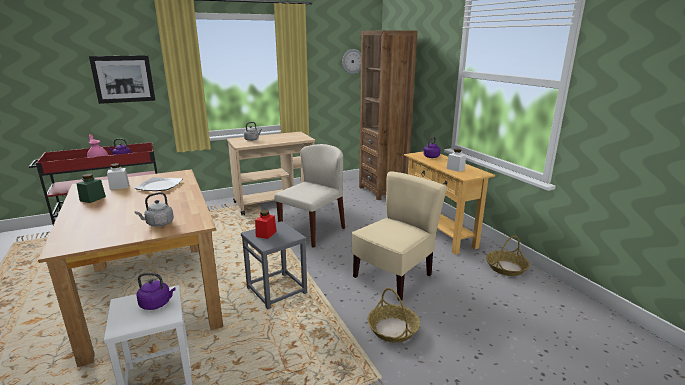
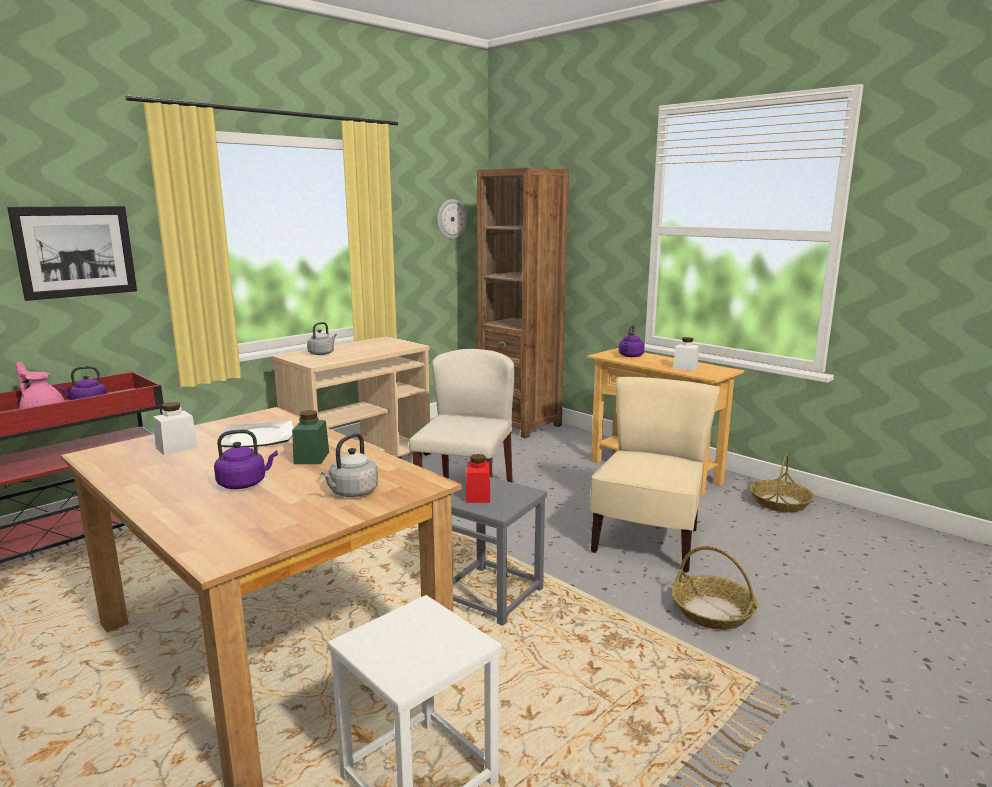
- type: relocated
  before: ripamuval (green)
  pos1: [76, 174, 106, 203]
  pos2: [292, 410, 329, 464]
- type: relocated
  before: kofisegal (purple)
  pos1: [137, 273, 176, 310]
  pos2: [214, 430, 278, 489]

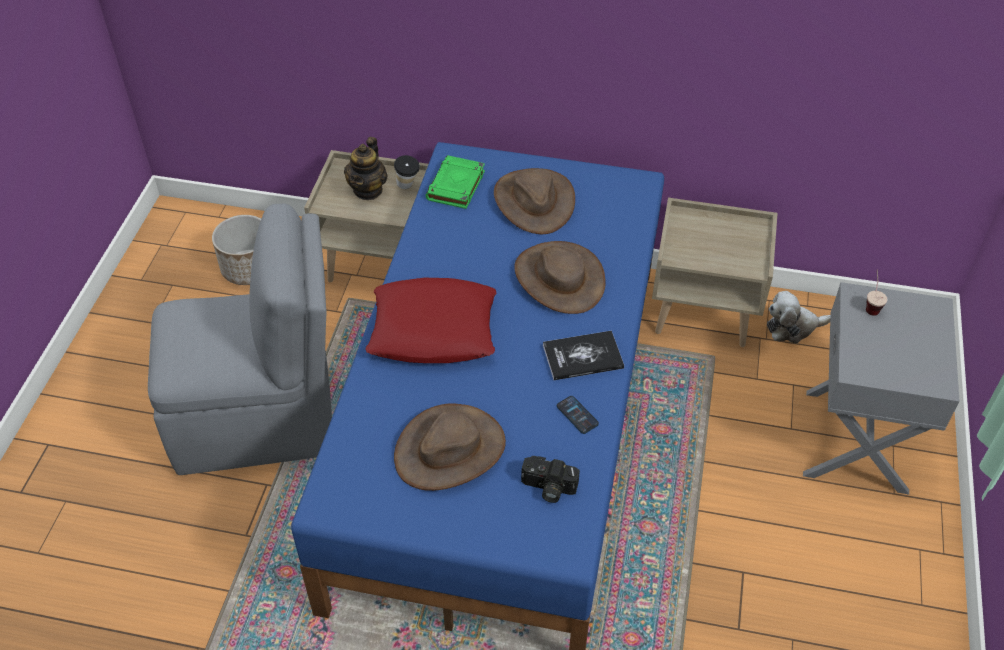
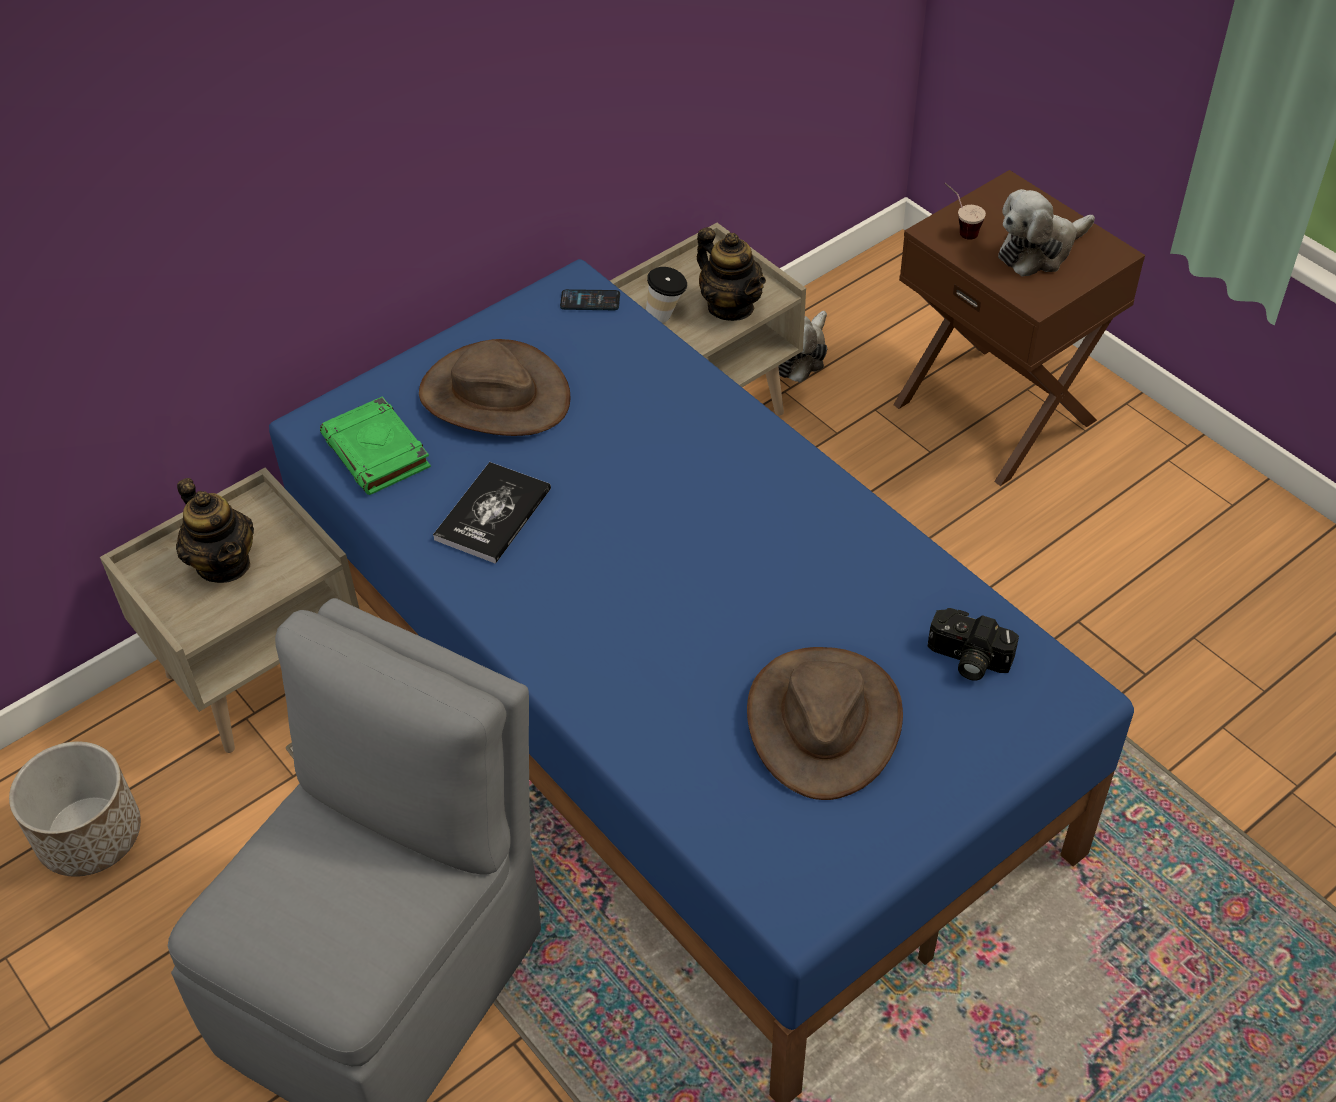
- type: missing
  before: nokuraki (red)
  pos1: [365, 278, 496, 363]
- type: relocated
  before: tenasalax
  pos1: [394, 155, 420, 189]
  pos2: [646, 267, 687, 323]
- type: missing
  before: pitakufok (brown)
  pos1: [514, 241, 606, 314]
- type: spun
  before: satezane
  pos1: [521, 456, 580, 503]
  pos2: [928, 608, 1019, 681]
  turn: 60
- type: relocated
  before: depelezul
  pos1: [543, 330, 624, 380]
  pos2: [433, 462, 551, 564]
- type: relocated
  before: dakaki
  pos1: [557, 396, 599, 434]
  pos2: [560, 289, 620, 310]
- type: colour
  before: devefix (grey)
  after: devefix (brown)
  pos1: [803, 282, 959, 494]
  pos2: [893, 170, 1145, 486]
- type: appeared
  after: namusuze
  pos2: [697, 227, 766, 321]
- type: appeared
  after: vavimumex
  pos2: [998, 189, 1095, 277]

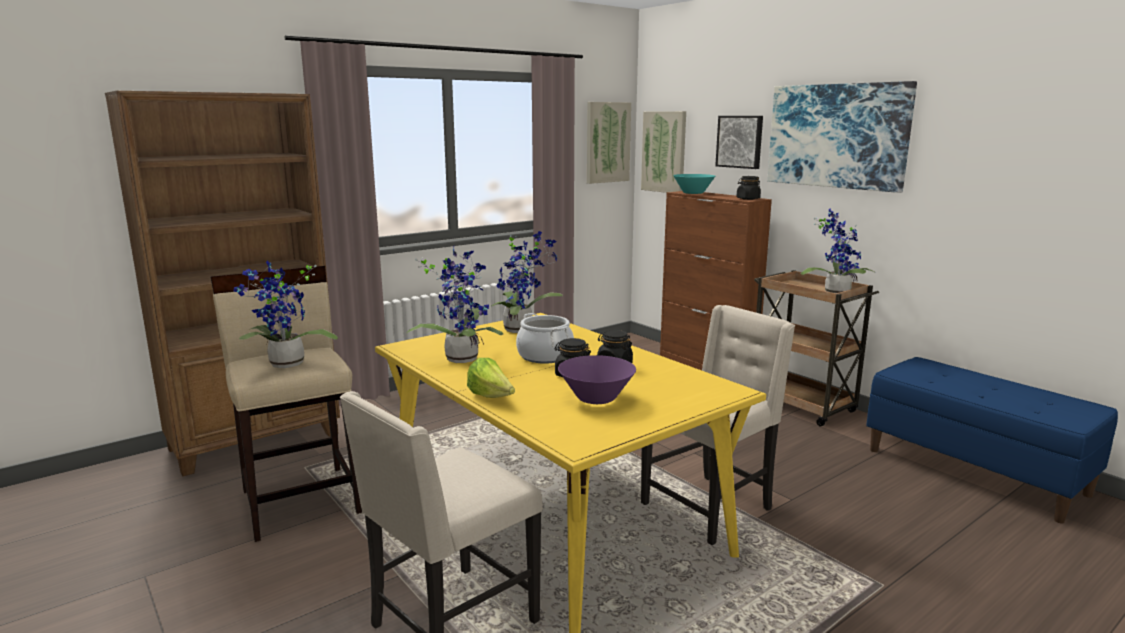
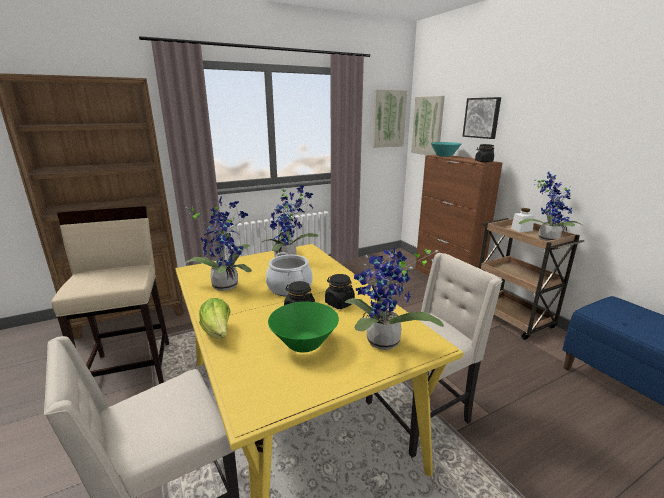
- type: relocated
  before: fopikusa
  pos1: [234, 260, 338, 368]
  pos2: [345, 248, 444, 350]
- type: colour
  before: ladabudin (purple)
  after: ladabudin (green)
  pos1: [558, 355, 636, 404]
  pos2: [268, 302, 339, 352]
- type: missing
  before: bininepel
  pos1: [767, 81, 917, 193]
- type: appeared
  after: ripamuval (white)
  pos2: [511, 208, 535, 232]

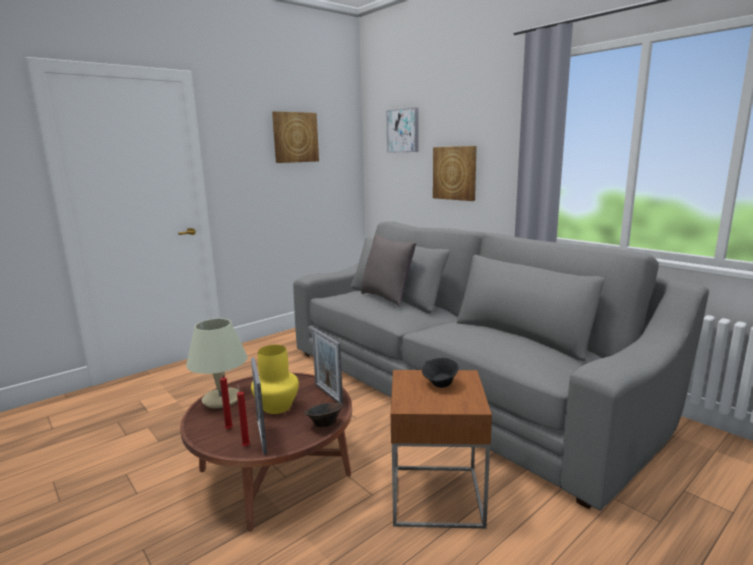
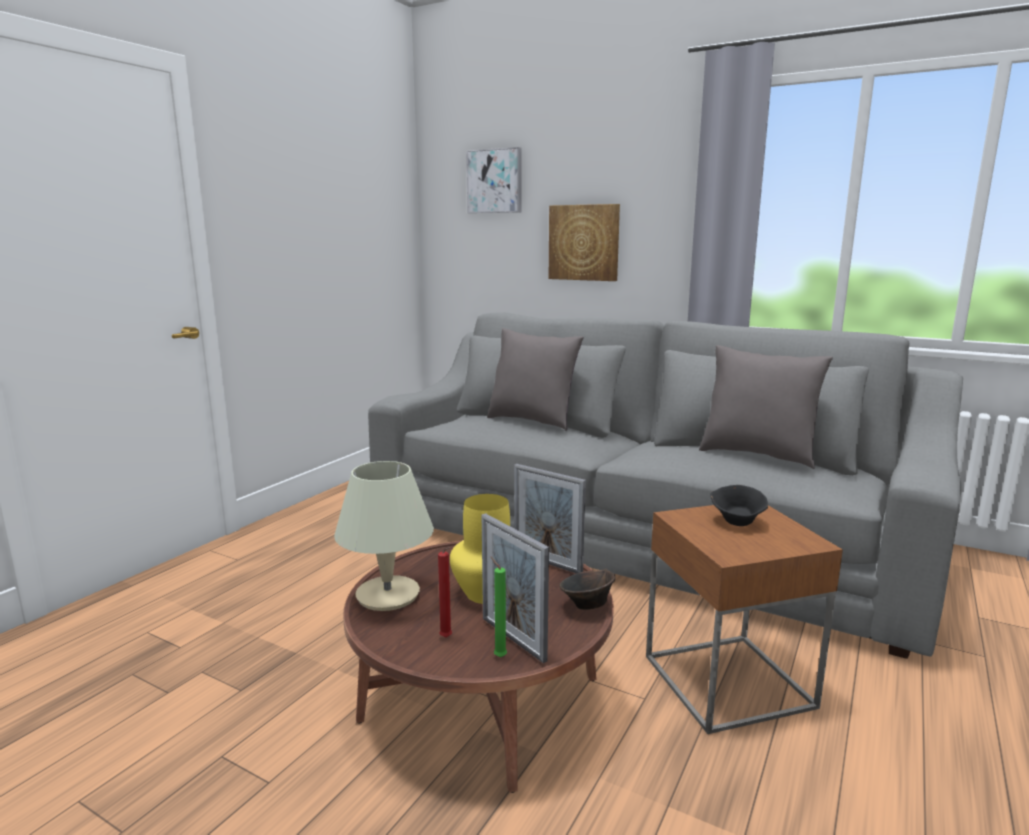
- type: colour
  before: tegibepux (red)
  after: tegibepux (green)
  pos1: [237, 384, 250, 447]
  pos2: [491, 557, 507, 657]
- type: missing
  before: bininepel
  pos1: [272, 111, 319, 163]
- type: appeared
  after: nokuraki (grey)
  pos2: [699, 345, 833, 469]

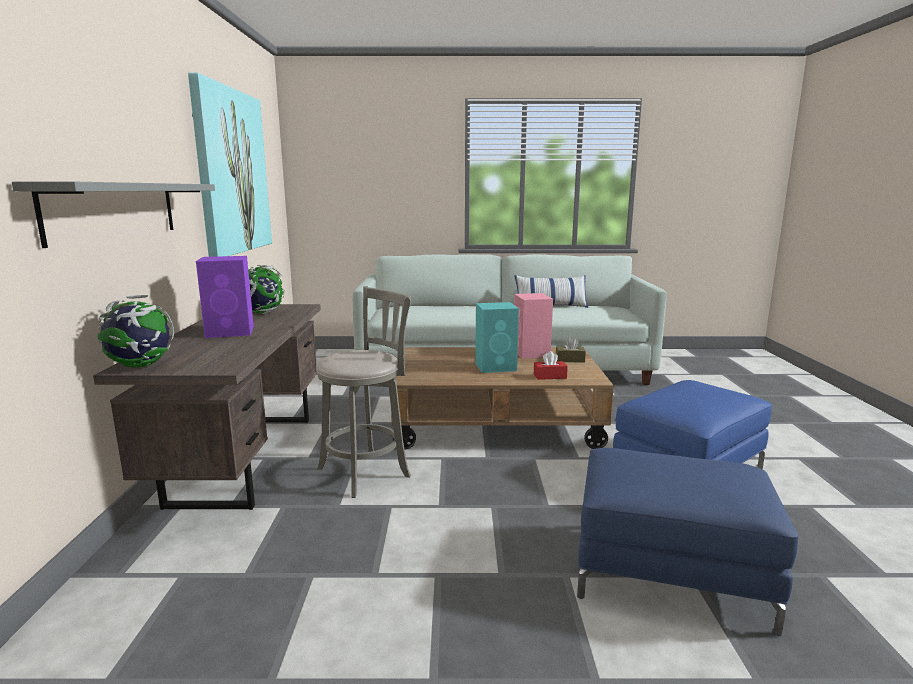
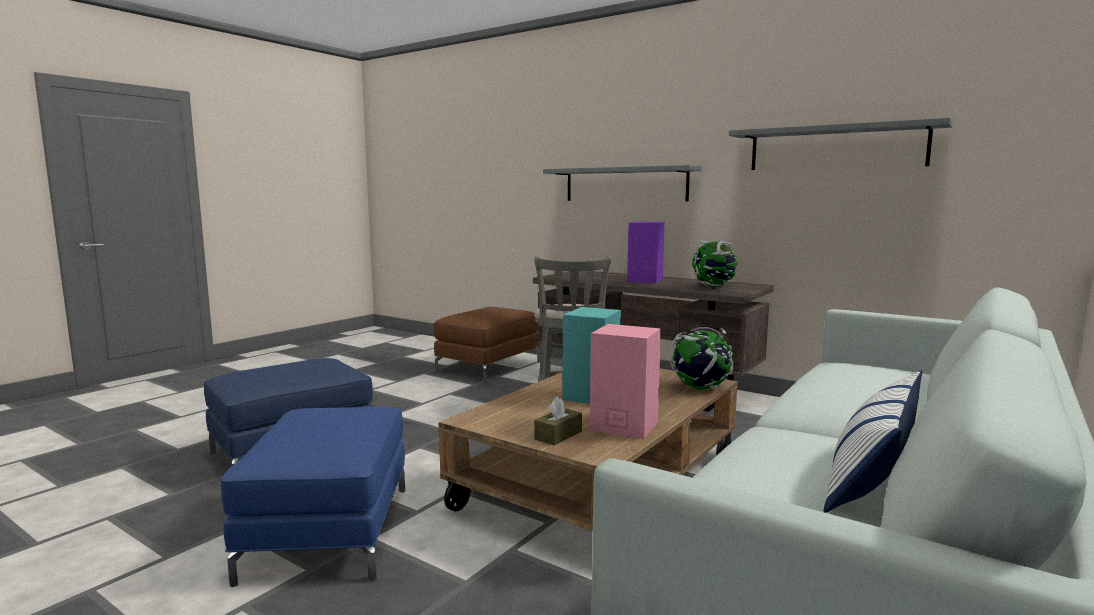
- type: relocated
  before: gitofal
  pos1: [97, 295, 174, 367]
  pos2: [669, 327, 733, 390]
- type: exchanged
  before: bininepel
  after: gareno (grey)
  pos1: [188, 73, 272, 257]
  pos2: [729, 118, 953, 170]
- type: missing
  before: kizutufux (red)
  pos1: [534, 351, 568, 380]
- type: appeared
  after: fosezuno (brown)
  pos2: [434, 307, 540, 383]

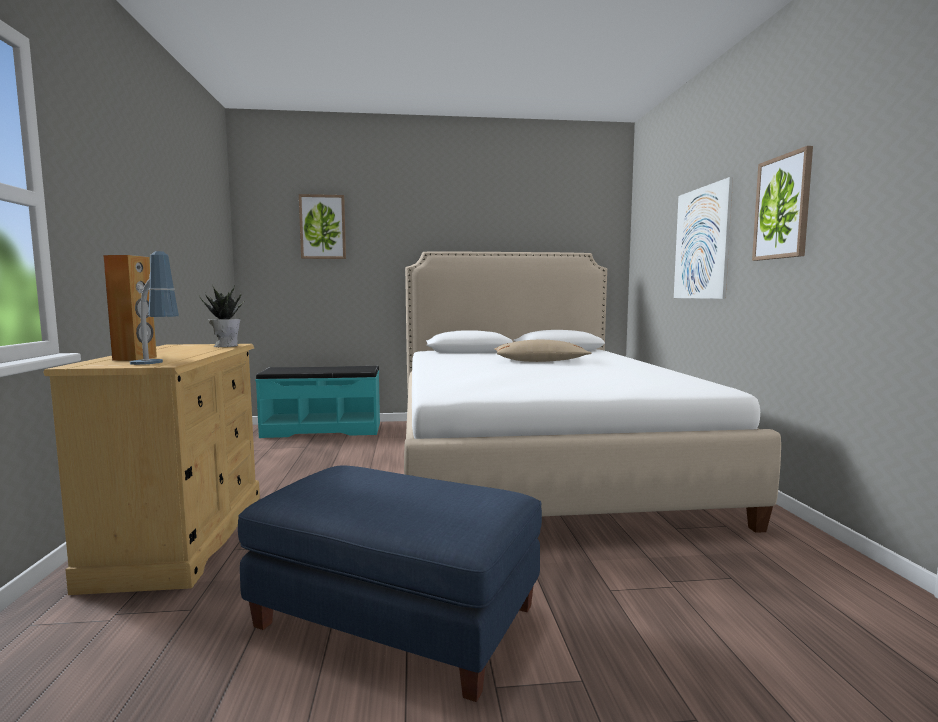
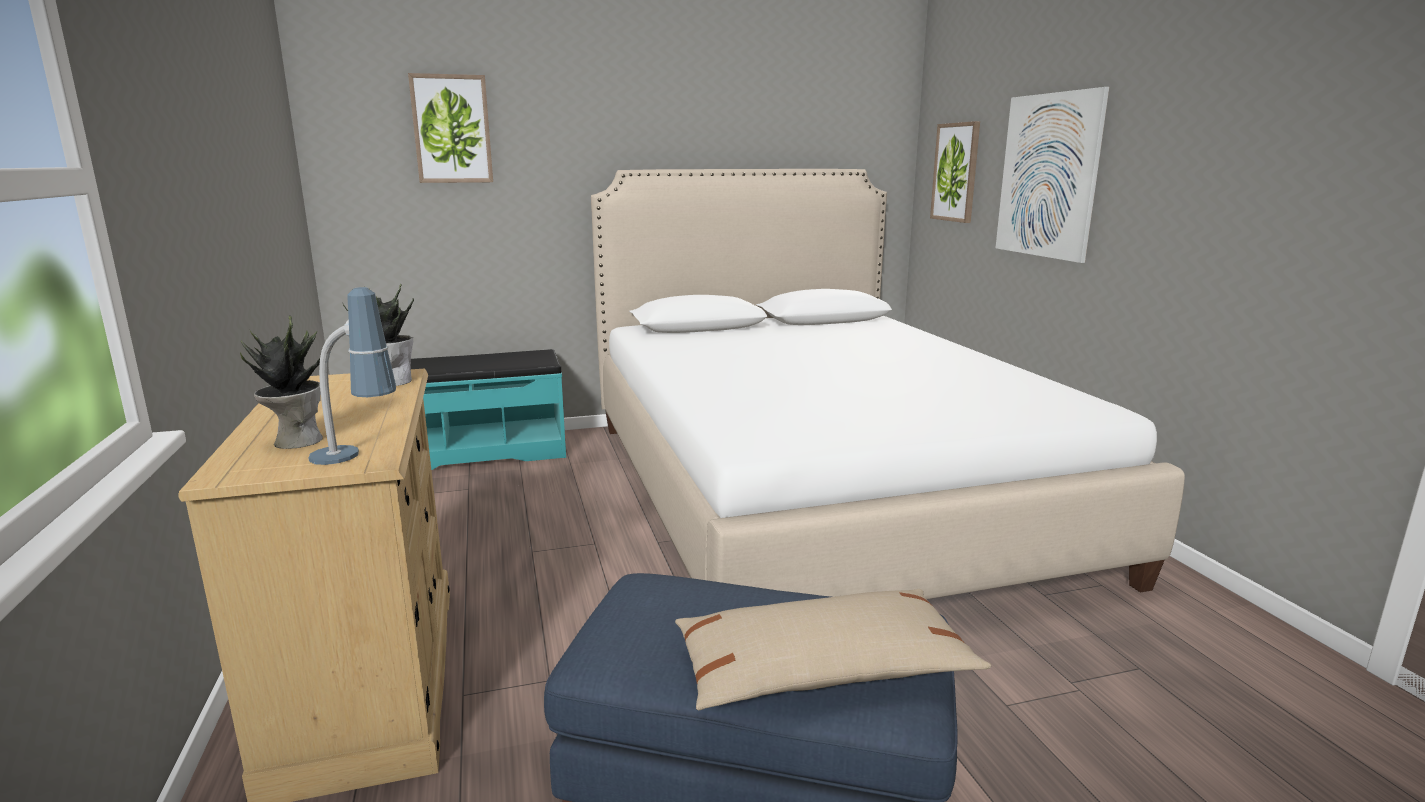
- type: exchanged
  before: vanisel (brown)
  after: fopikusa
  pos1: [103, 255, 157, 361]
  pos2: [240, 315, 323, 449]
- type: relocated
  before: nokuraki (beige)
  pos1: [494, 340, 592, 362]
  pos2: [675, 589, 991, 710]
- type: relocated
  before: bininepel
  pos1: [752, 146, 813, 261]
  pos2: [930, 121, 980, 223]

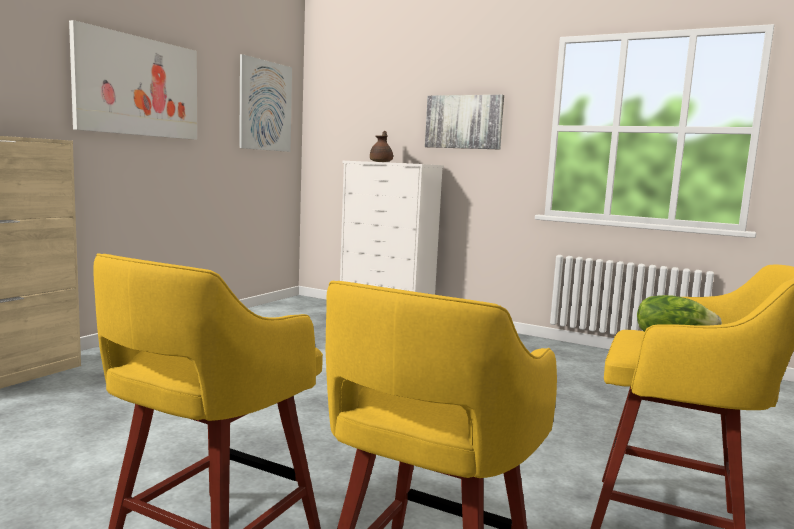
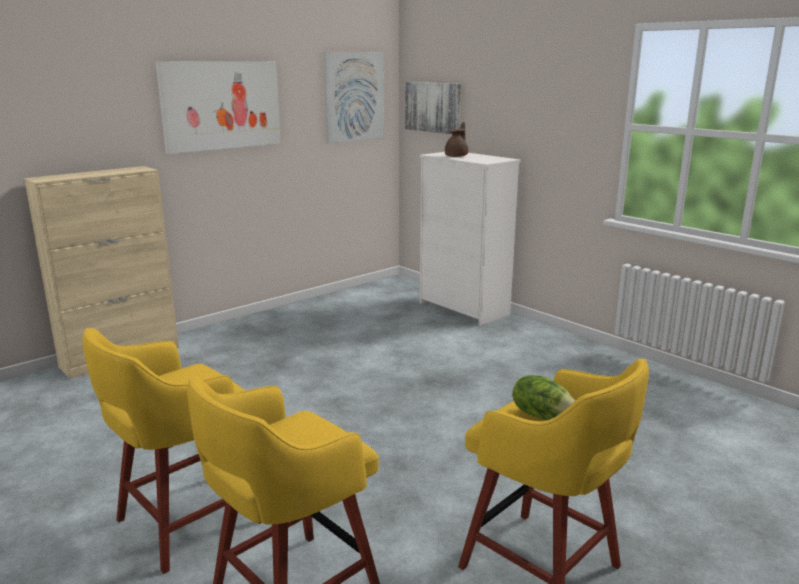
- type: relocated
  before: bininepel
  pos1: [425, 95, 504, 149]
  pos2: [405, 82, 461, 134]

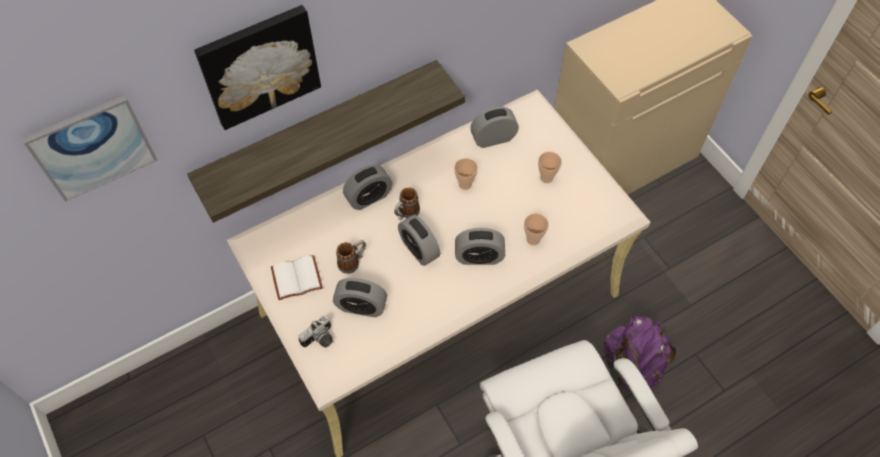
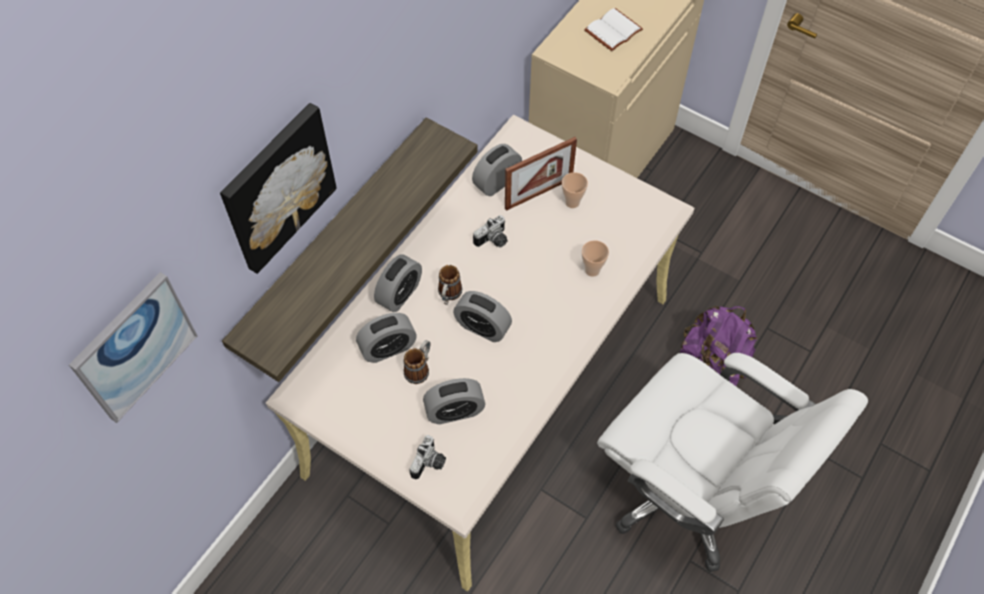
- type: relocated
  before: depelezul (white)
  pos1: [271, 255, 323, 300]
  pos2: [584, 8, 643, 51]
- type: exchanged
  before: tenasalax
  after: satezane
  pos1: [454, 158, 478, 190]
  pos2: [473, 215, 508, 247]
- type: relocated
  before: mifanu
  pos1: [455, 228, 505, 265]
  pos2: [356, 313, 417, 363]
- type: appeared
  after: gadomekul
  pos2: [505, 137, 577, 211]

